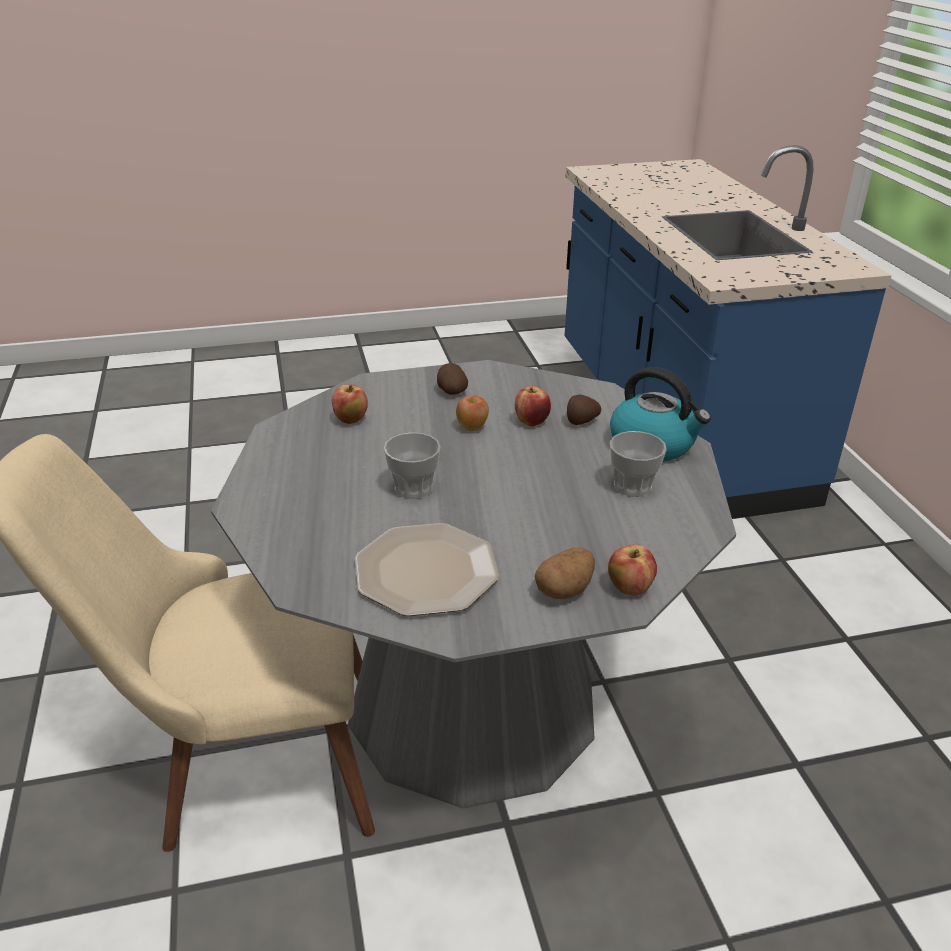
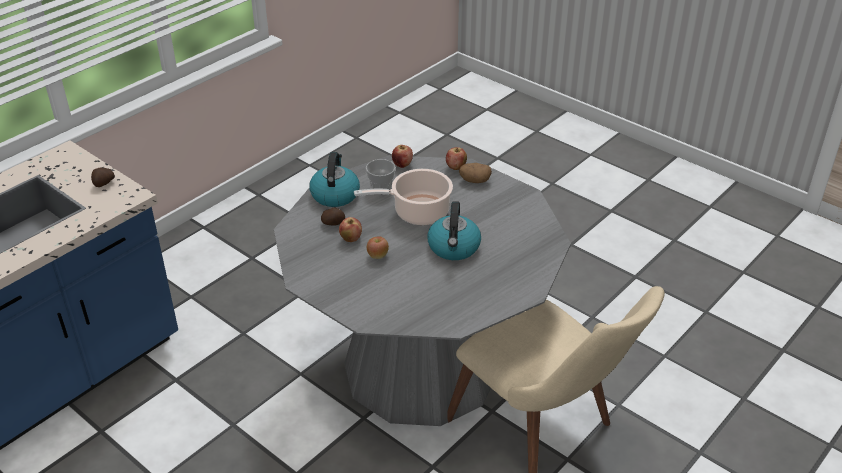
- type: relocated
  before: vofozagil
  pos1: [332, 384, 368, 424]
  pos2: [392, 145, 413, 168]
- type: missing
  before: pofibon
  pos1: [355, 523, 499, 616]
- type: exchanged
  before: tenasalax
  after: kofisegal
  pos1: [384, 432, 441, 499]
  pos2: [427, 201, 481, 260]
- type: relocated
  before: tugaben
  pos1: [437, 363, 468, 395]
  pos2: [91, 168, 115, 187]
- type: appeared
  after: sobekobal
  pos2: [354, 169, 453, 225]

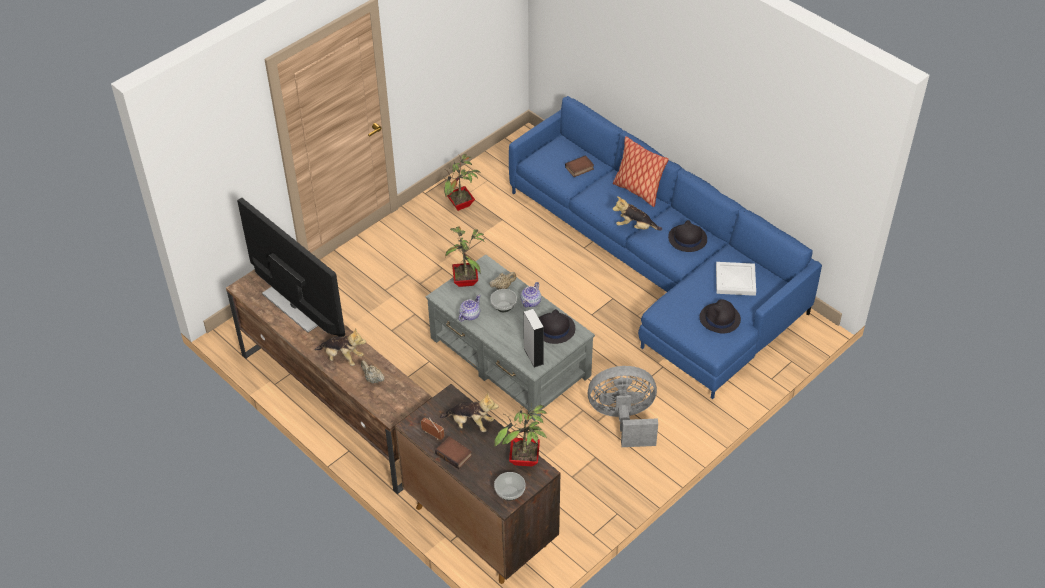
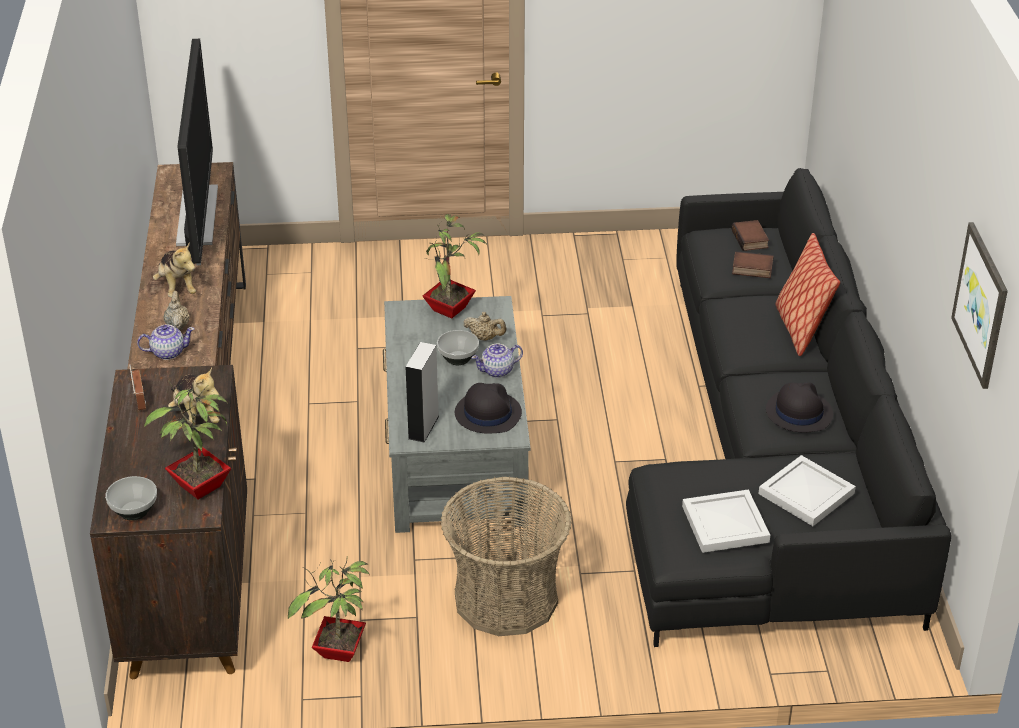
- type: relocated
  before: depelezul
  pos1: [435, 437, 472, 469]
  pos2: [731, 220, 769, 251]
- type: relocated
  before: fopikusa
  pos1: [443, 154, 481, 211]
  pos2: [288, 556, 370, 662]
- type: relocated
  before: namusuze
  pos1: [459, 295, 480, 321]
  pos2: [137, 324, 194, 360]
- type: colour
  before: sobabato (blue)
  after: sobabato (black)
  pos1: [509, 96, 822, 399]
  pos2: [626, 168, 951, 647]
- type: exchanged
  before: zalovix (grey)
  after: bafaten
  pos1: [588, 366, 658, 447]
  pos2: [441, 476, 572, 636]
- type: missing
  before: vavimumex
  pos1: [612, 196, 662, 230]
- type: exchanged
  before: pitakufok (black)
  after: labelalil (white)
  pos1: [700, 299, 741, 334]
  pos2: [682, 489, 770, 553]
- type: appeared
  after: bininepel
  pos2: [951, 222, 1008, 389]

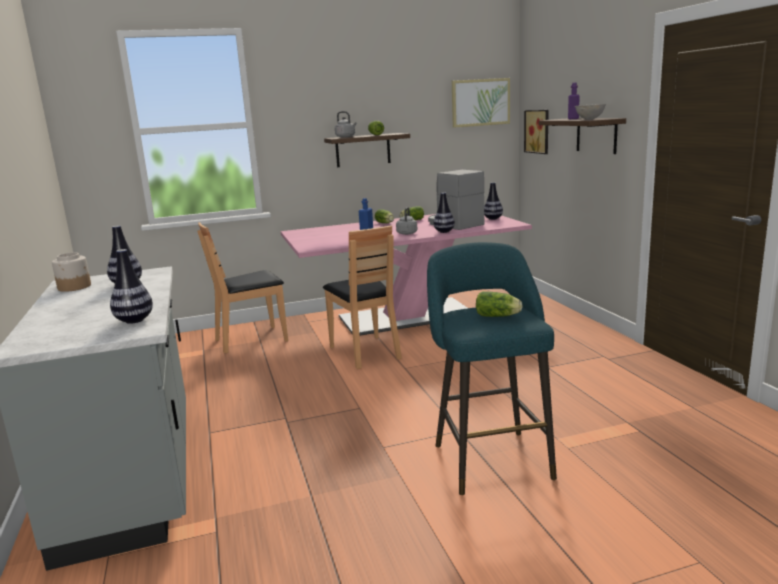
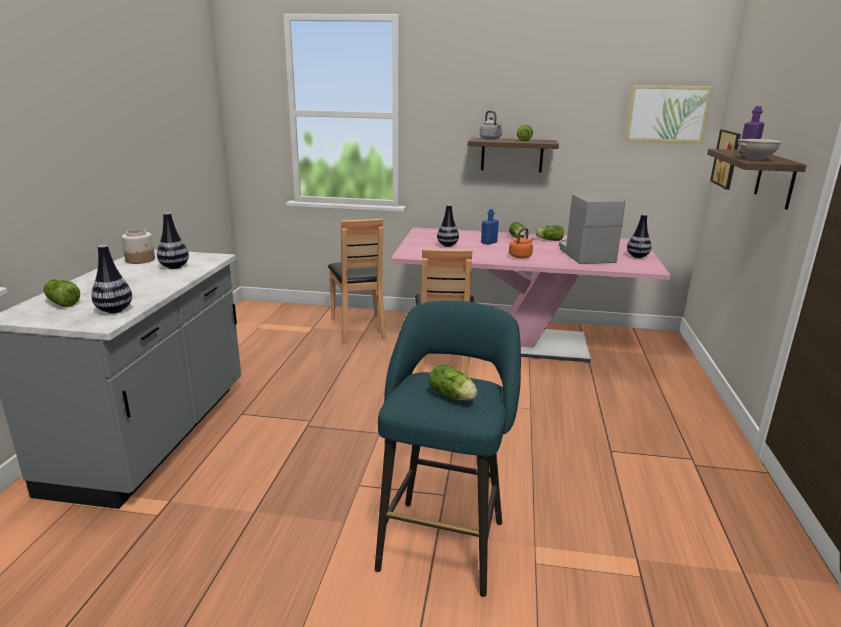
- type: spun
  before: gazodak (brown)
  pos1: [197, 222, 288, 353]
  pos2: [328, 219, 386, 343]
  turn: -105
- type: colour
  before: kofisegal (grey)
  after: kofisegal (orange)
  pos1: [396, 207, 417, 235]
  pos2: [509, 228, 533, 258]
- type: relocated
  before: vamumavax
  pos1: [433, 192, 455, 233]
  pos2: [437, 205, 459, 247]
- type: appeared
  after: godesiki
  pos2: [44, 279, 80, 307]

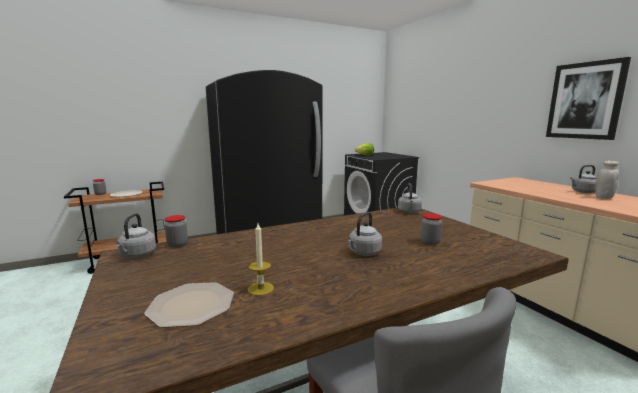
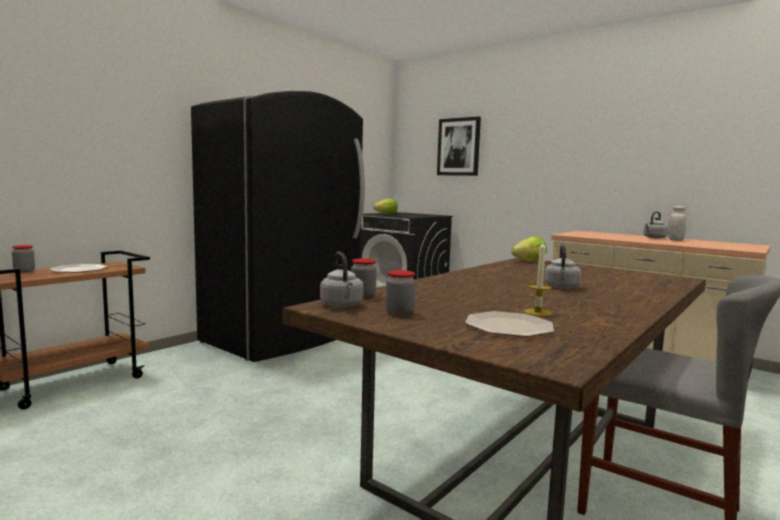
- type: exchanged
  before: kofisegal (grey)
  after: godesiki
  pos1: [398, 183, 422, 213]
  pos2: [511, 236, 547, 261]
- type: relocated
  before: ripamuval
  pos1: [421, 213, 442, 245]
  pos2: [386, 270, 416, 316]
- type: relocated
  before: bininepel
  pos1: [546, 57, 631, 140]
  pos2: [437, 117, 481, 176]

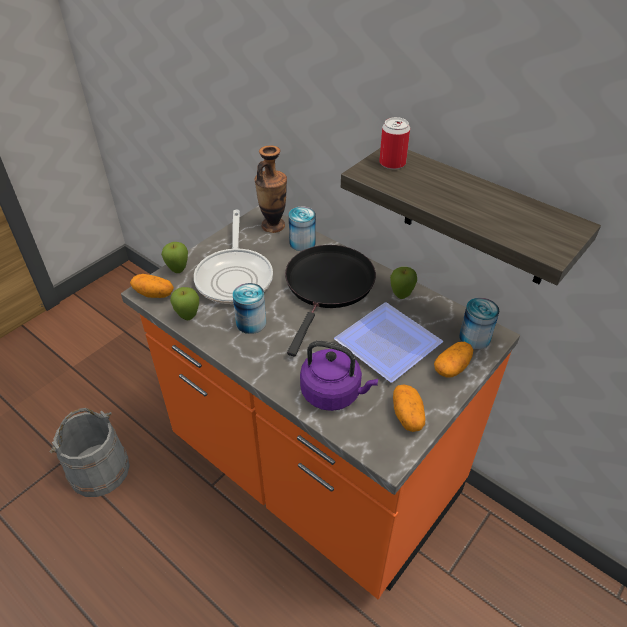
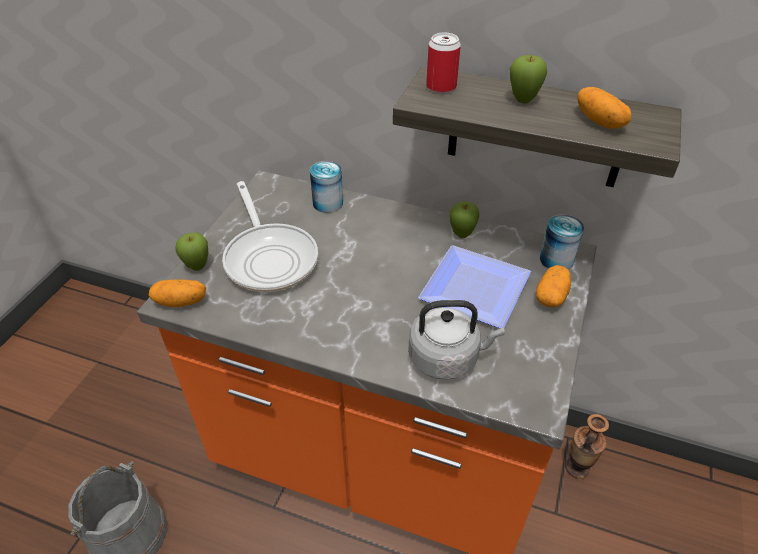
- type: relocated
  before: vofozagil
  pos1: [170, 287, 199, 320]
  pos2: [510, 55, 547, 104]
- type: missing
  before: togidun
  pos1: [233, 283, 266, 334]
- type: relocated
  before: vamumavax
  pos1: [255, 146, 287, 233]
  pos2: [565, 414, 609, 479]
- type: missing
  before: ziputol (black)
  pos1: [285, 245, 376, 356]
- type: colour
  before: kofisegal (purple)
  after: kofisegal (grey)
  pos1: [300, 341, 378, 411]
  pos2: [408, 300, 505, 380]
- type: relocated
  before: tugaben
  pos1: [393, 384, 425, 432]
  pos2: [578, 87, 631, 129]

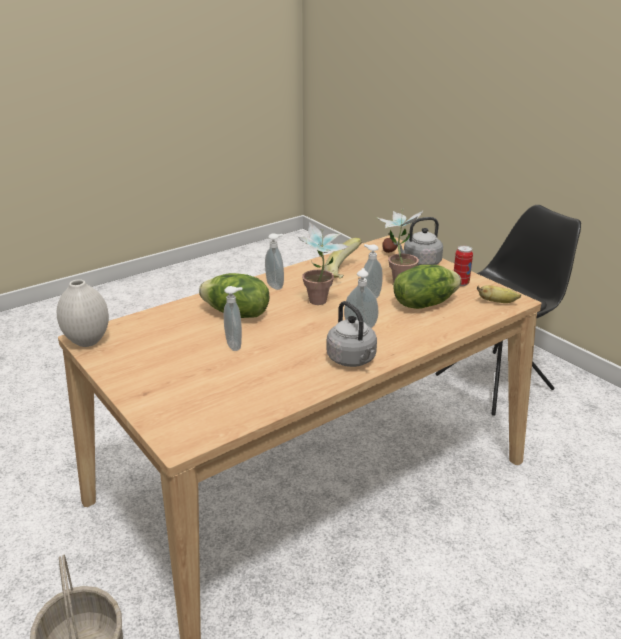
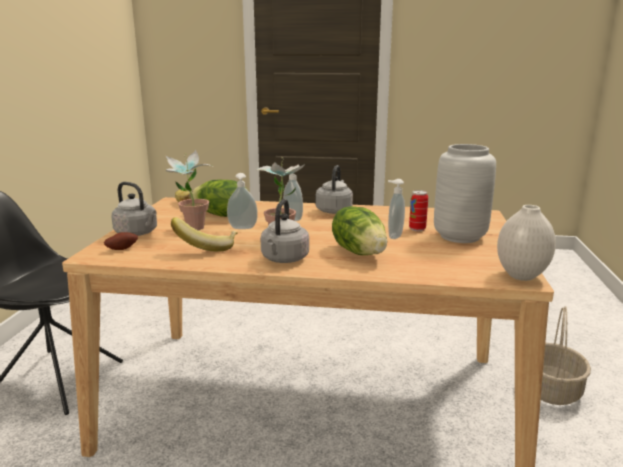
- type: exchanged
  before: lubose
  after: kofisegal (grey)
  pos1: [265, 233, 284, 290]
  pos2: [260, 199, 309, 263]
- type: relocated
  before: togidun
  pos1: [454, 245, 473, 286]
  pos2: [409, 190, 428, 231]
- type: appeared
  after: vamumavax (grey)
  pos2: [434, 144, 496, 243]

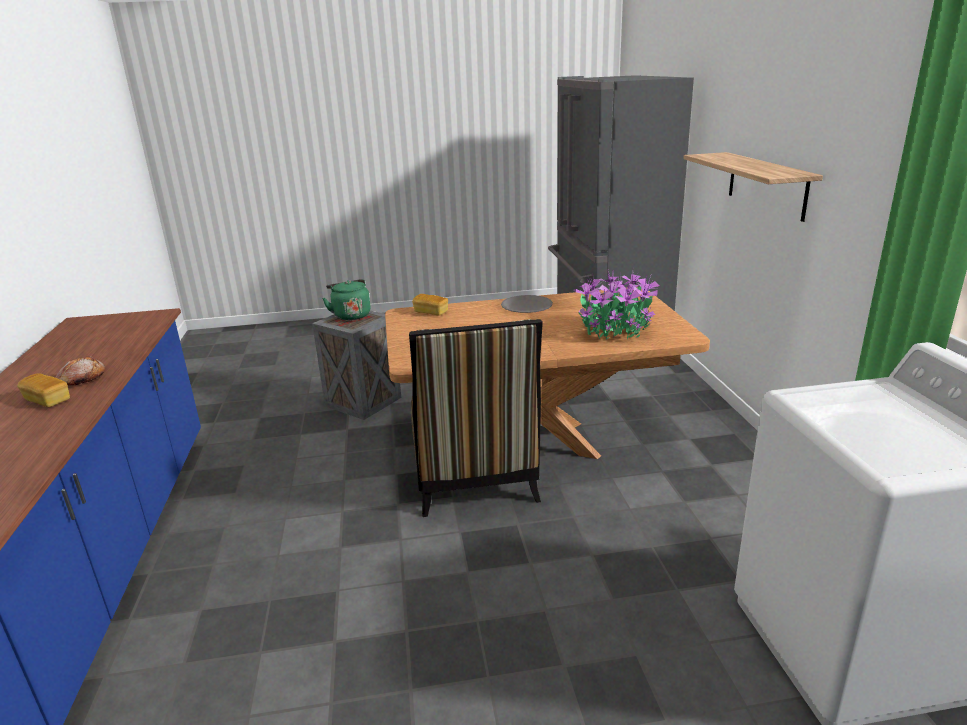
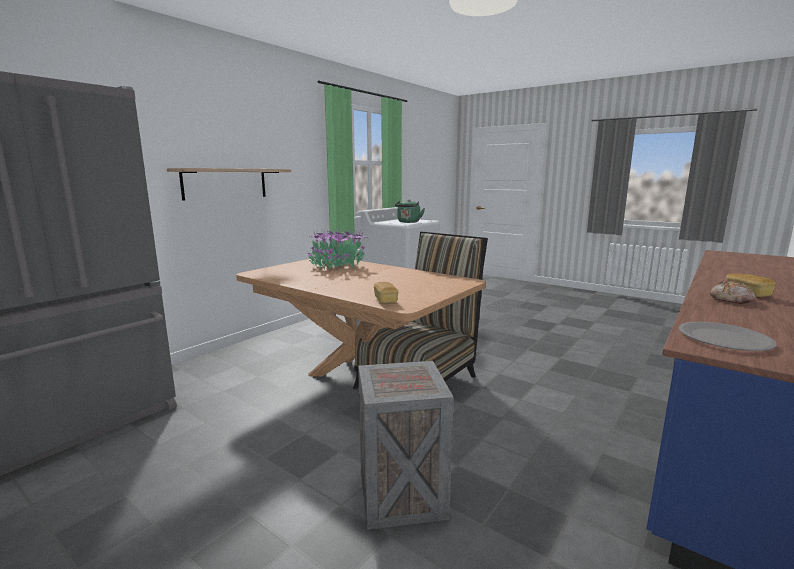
- type: relocated
  before: kofisegal (green)
  pos1: [322, 279, 370, 320]
  pos2: [395, 200, 425, 223]
- type: relocated
  before: pofibon (grey)
  pos1: [501, 295, 553, 313]
  pos2: [678, 322, 777, 351]

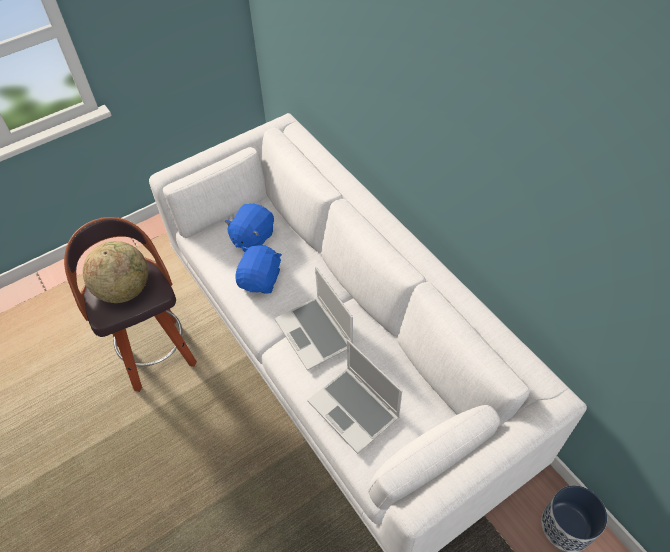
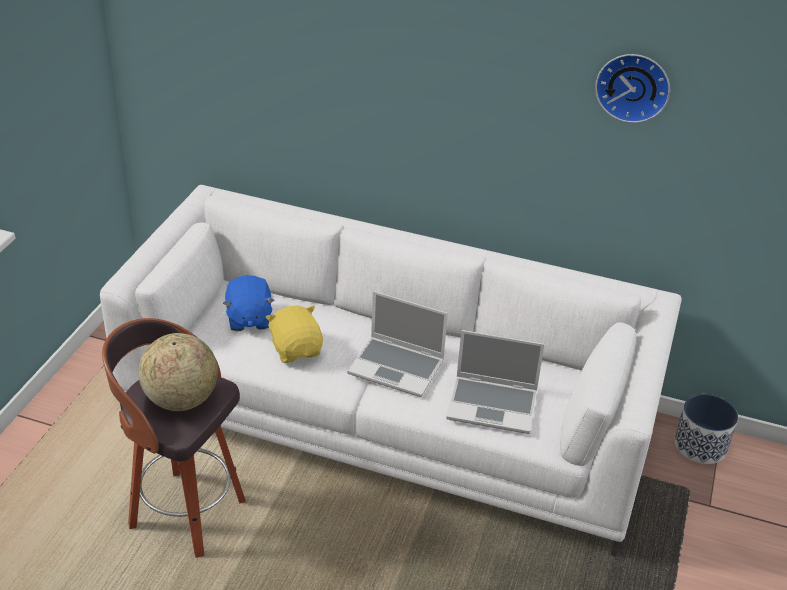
- type: colour
  before: vavimumex (blue)
  after: vavimumex (yellow)
  pos1: [235, 245, 282, 294]
  pos2: [266, 305, 323, 363]
- type: appeared
  after: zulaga
  pos2: [595, 54, 670, 123]

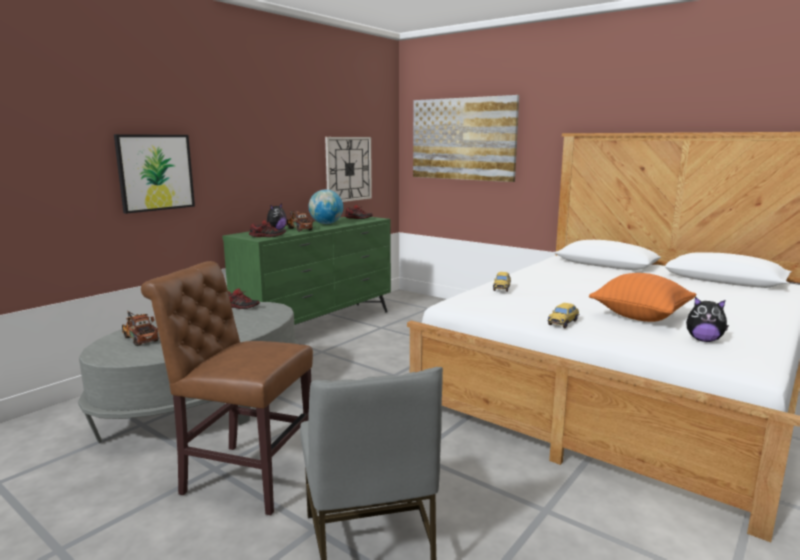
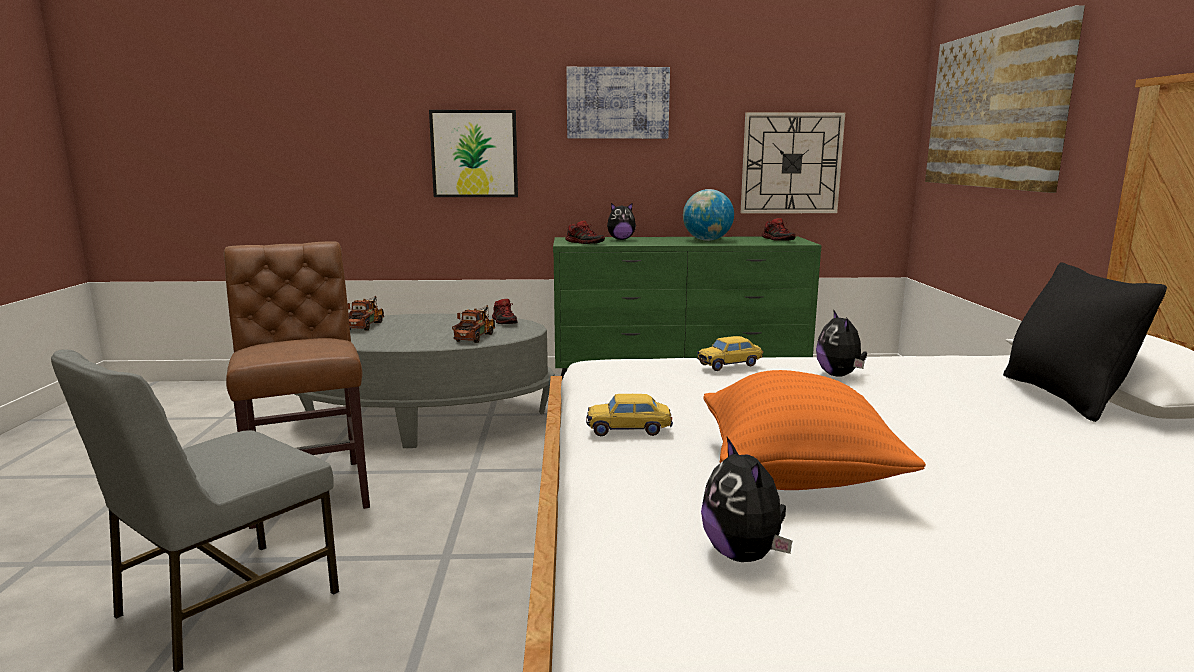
- type: relocated
  before: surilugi
  pos1: [287, 211, 313, 232]
  pos2: [452, 305, 496, 343]
- type: appeared
  after: bininepel
  pos2: [567, 67, 670, 139]
- type: appeared
  after: vavimumex
  pos2: [816, 309, 867, 377]
- type: appeared
  after: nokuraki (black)
  pos2: [1003, 262, 1167, 422]

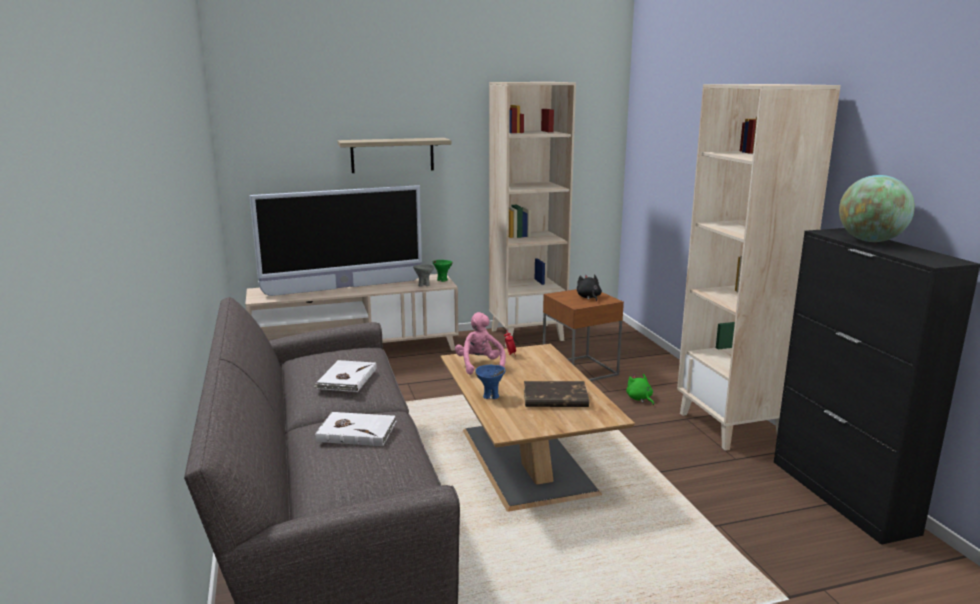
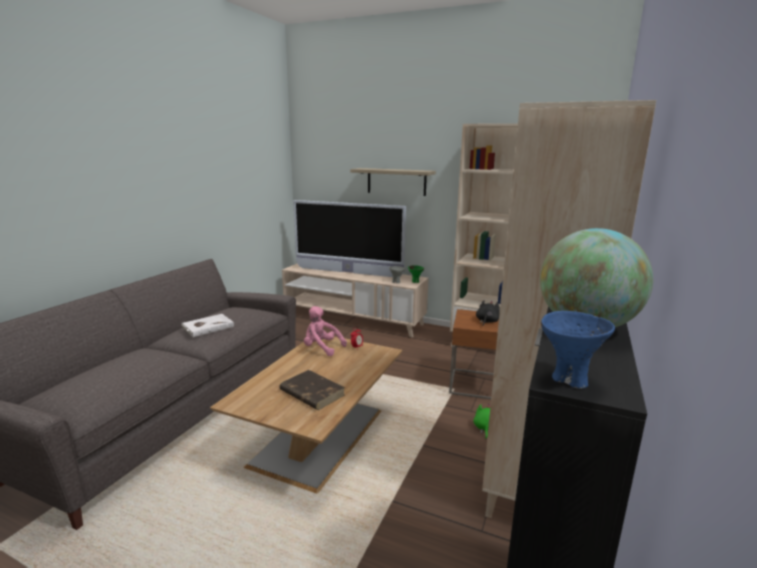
- type: missing
  before: depelezul (white)
  pos1: [315, 412, 397, 446]
- type: spun
  before: vavimumex (pink)
  pos1: [455, 312, 506, 375]
  pos2: [304, 306, 347, 356]
  turn: -90
- type: relocated
  before: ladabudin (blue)
  pos1: [475, 365, 506, 399]
  pos2: [541, 311, 615, 389]

